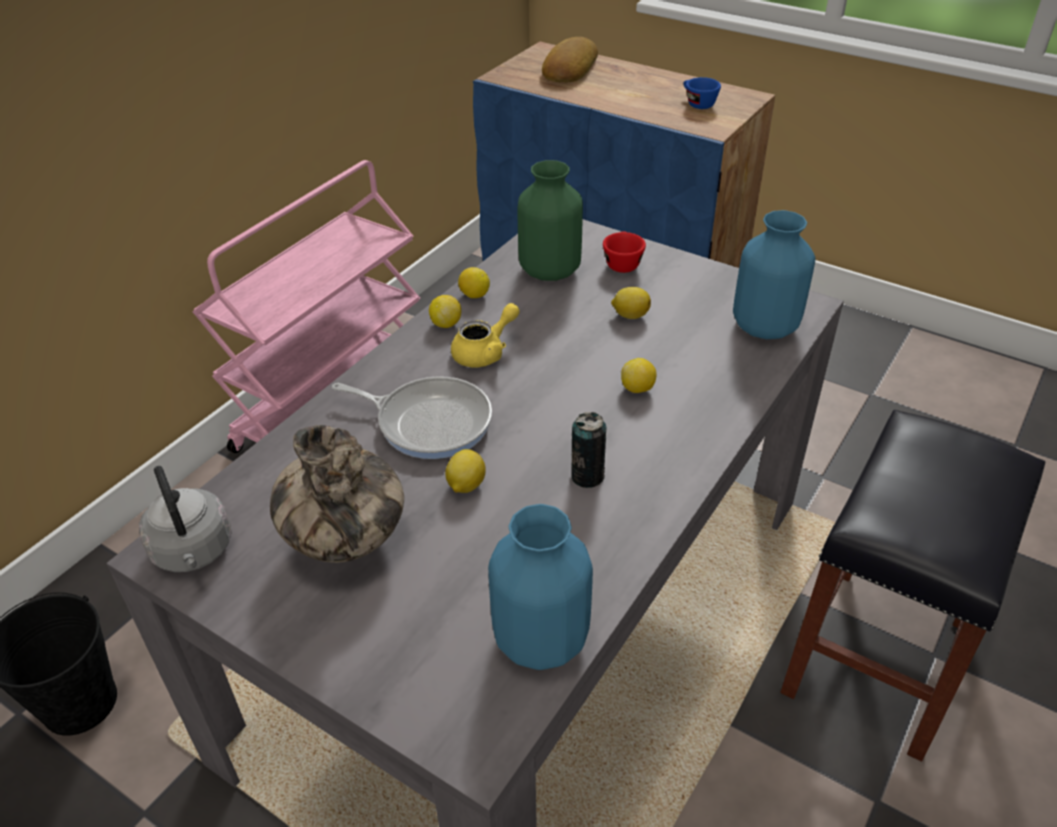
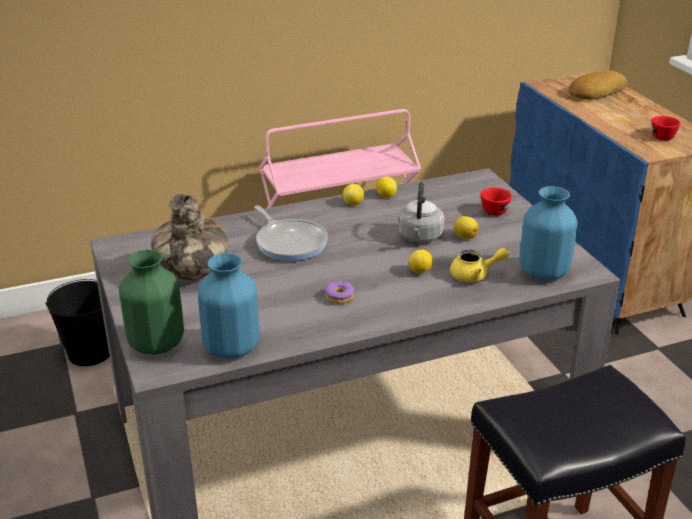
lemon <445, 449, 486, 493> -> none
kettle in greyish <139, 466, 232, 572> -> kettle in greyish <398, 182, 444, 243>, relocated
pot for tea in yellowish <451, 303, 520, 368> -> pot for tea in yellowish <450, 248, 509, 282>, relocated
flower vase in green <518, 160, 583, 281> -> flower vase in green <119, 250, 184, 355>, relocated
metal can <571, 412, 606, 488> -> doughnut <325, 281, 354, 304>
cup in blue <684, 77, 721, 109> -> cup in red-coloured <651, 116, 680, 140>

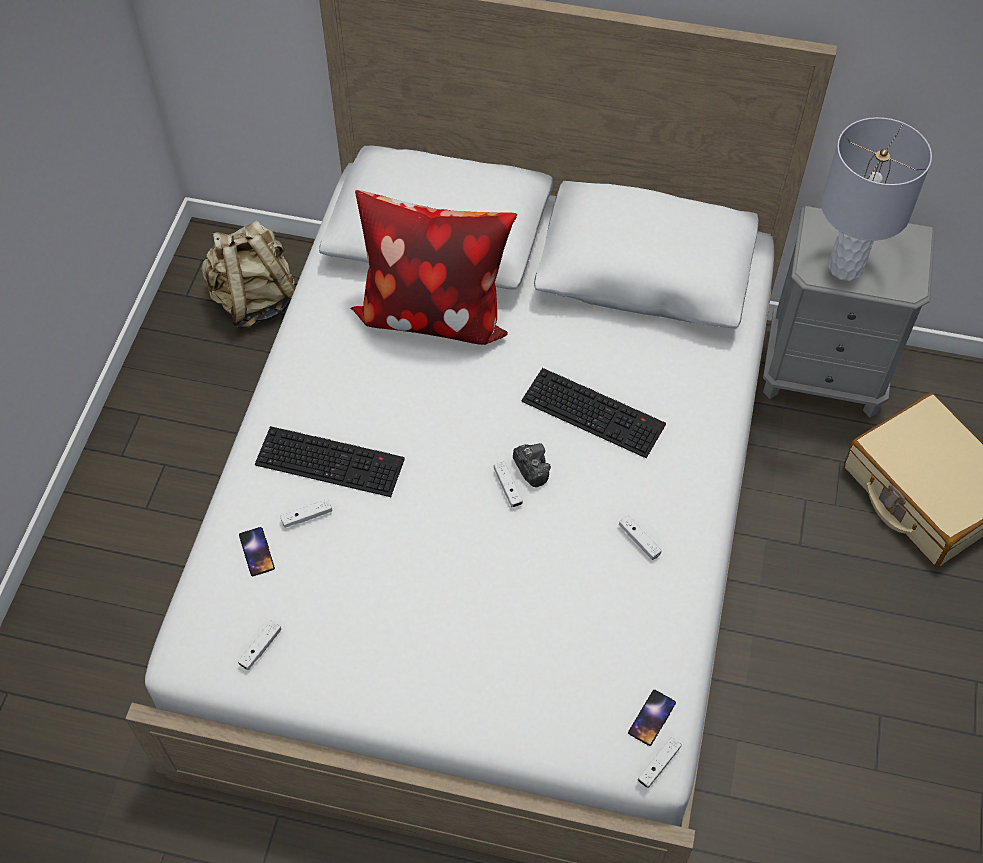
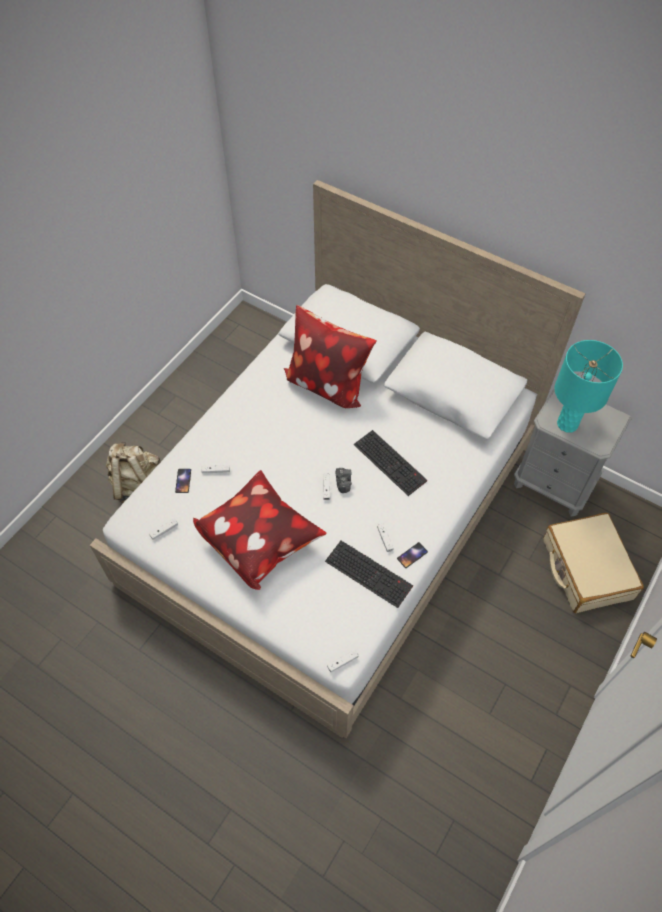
none -> throw pillow <193, 470, 327, 590>
knapsack in sand-coloured <201, 220, 297, 328> -> knapsack in sand-coloured <106, 442, 161, 503>, relocated
keyboard <255, 426, 405, 497> -> keyboard <325, 541, 413, 608>, relocated
telephone <628, 690, 676, 746> -> telephone <397, 542, 428, 568>, relocated
tabletop lamp in greyish <821, 117, 932, 281> -> tabletop lamp in blue-green <555, 340, 623, 432>

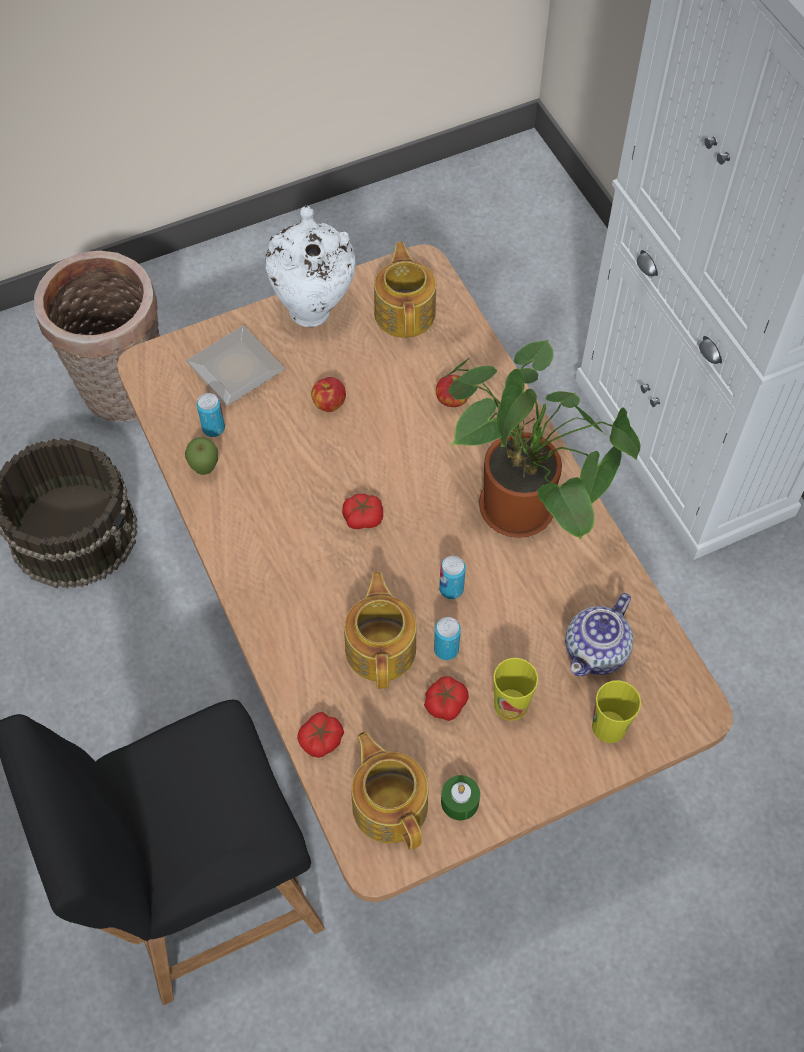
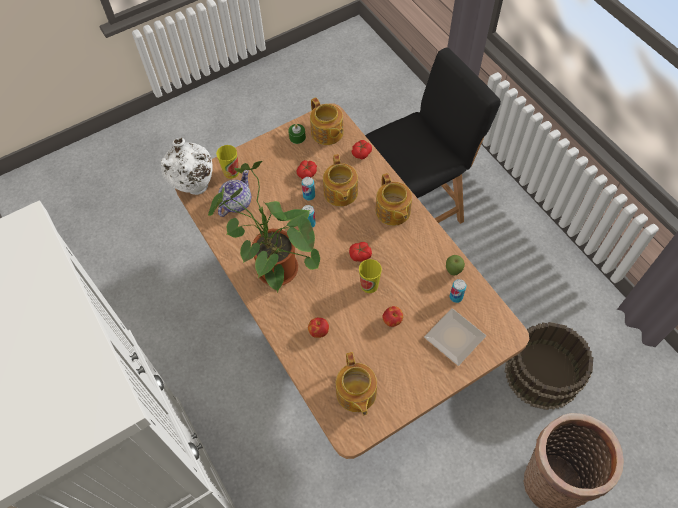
none -> pot for tea <376, 173, 412, 226>
flower vase in white-coloured <265, 205, 356, 327> -> flower vase in white-coloured <161, 138, 213, 195>, relocated
cup <494, 658, 538, 721> -> cup <359, 259, 382, 293>, relocated

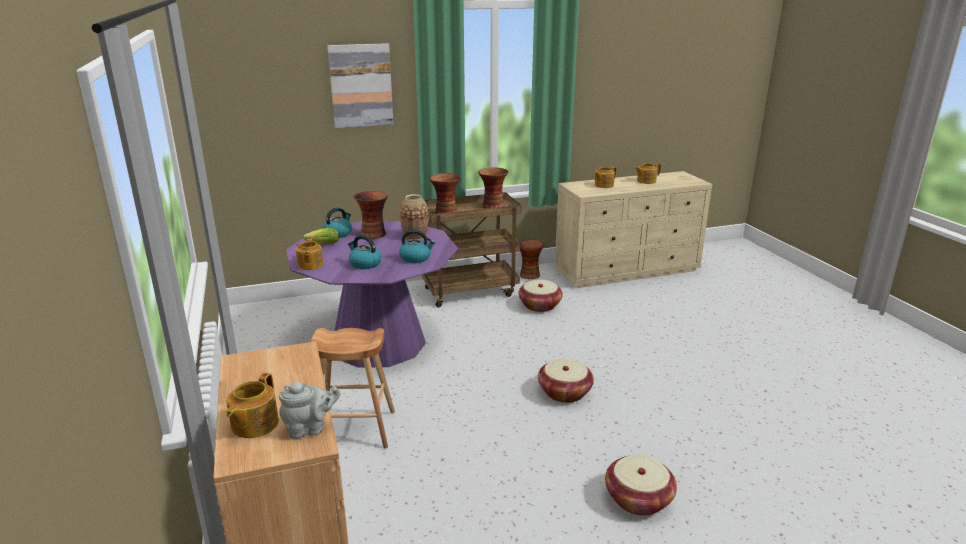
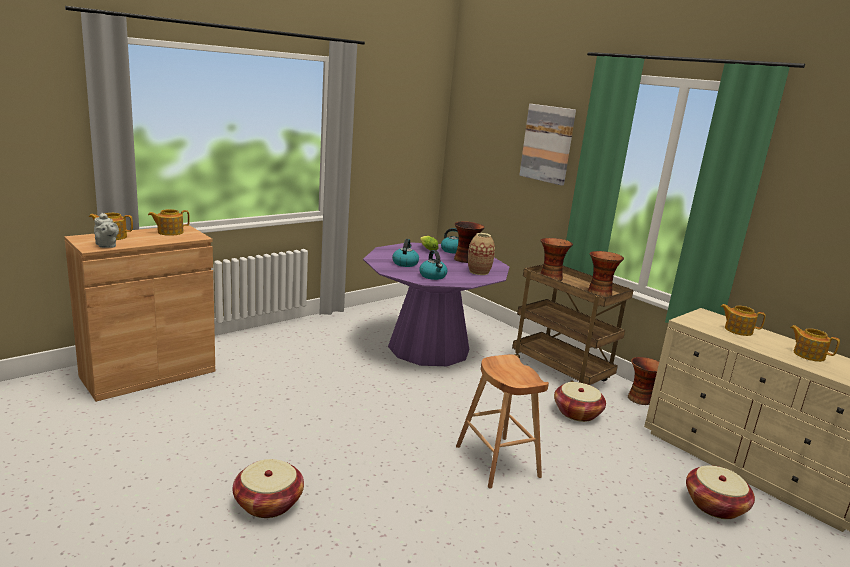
pot for tea <296, 238, 323, 270> -> pot for tea <148, 209, 190, 236>, relocated
stool seat in brown <310, 328, 395, 449> -> stool seat in brown <456, 354, 549, 488>, relocated
basket <538, 359, 594, 403> -> basket <686, 465, 755, 519>, relocated

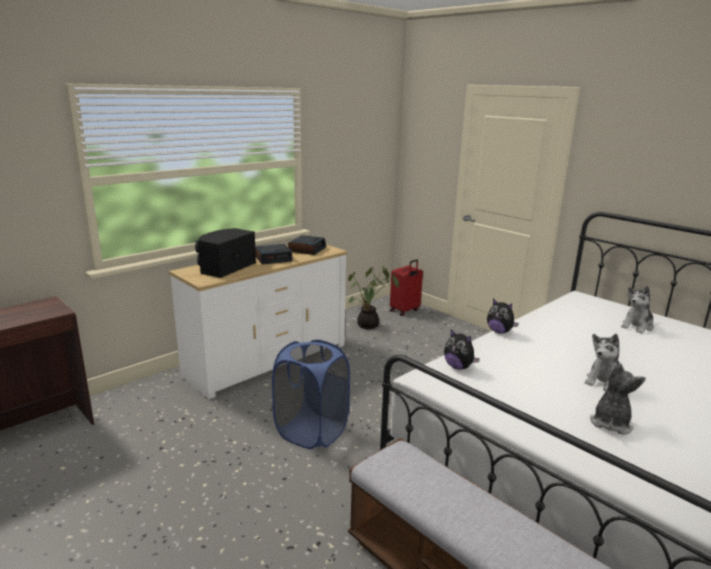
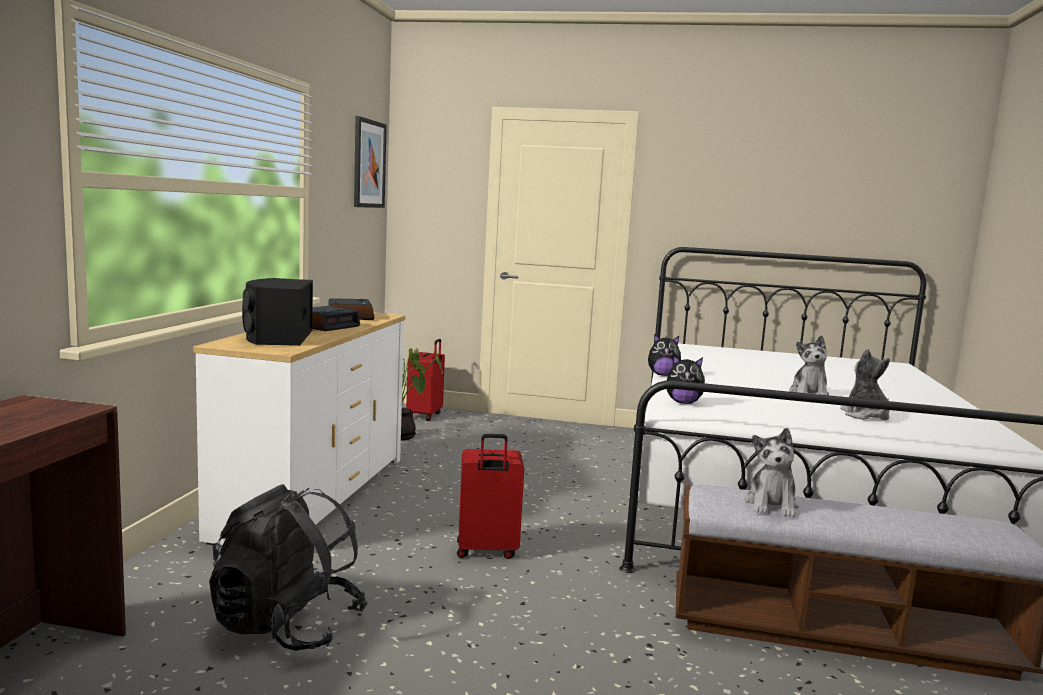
none -> knapsack in black-coloured <209, 484, 368, 651>
none -> wall picture <354, 116, 387, 208>
cuddly toy <621, 286, 654, 334> -> cuddly toy <745, 428, 799, 517>, relocated
laundry basket in blue <272, 340, 350, 449> -> travel case in red-coloured <457, 434, 524, 559>

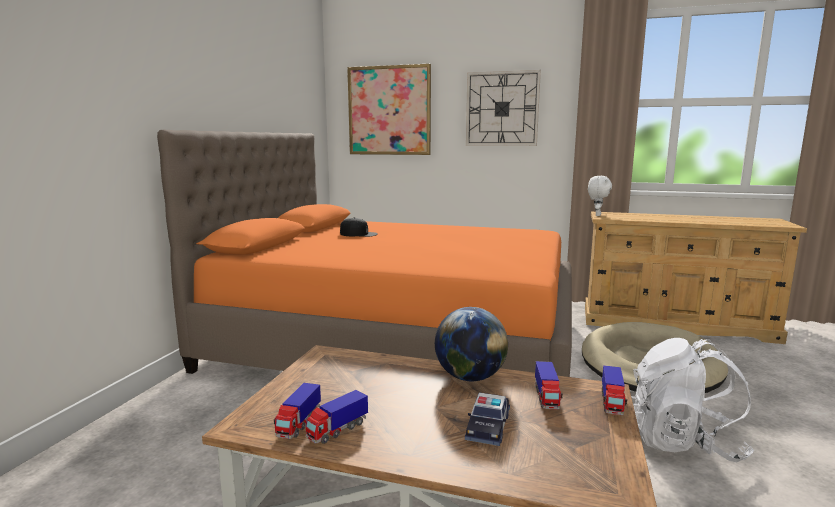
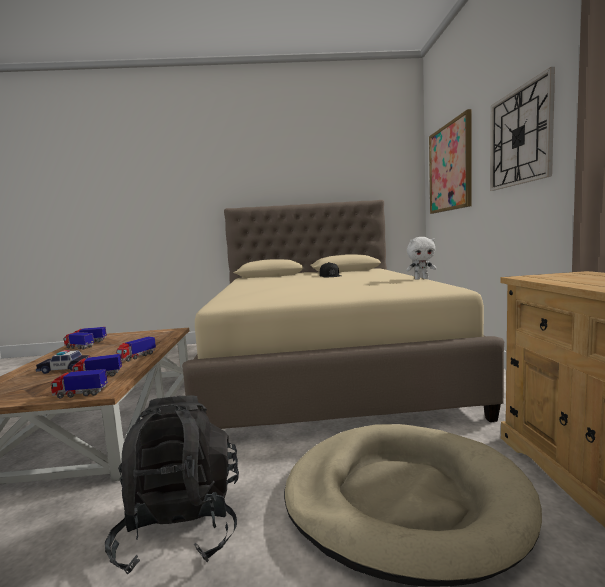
cuddly toy in white-coloured <588, 176, 612, 216> -> cuddly toy in white-coloured <406, 237, 437, 280>, relocated
globe <435, 307, 508, 381> -> model truck <116, 336, 156, 362>
bed in orangey <157, 130, 572, 377> -> bed in sand-coloured <182, 200, 504, 429>
knapsack in white-coloured <631, 338, 755, 462> -> knapsack in black-coloured <105, 395, 239, 575>

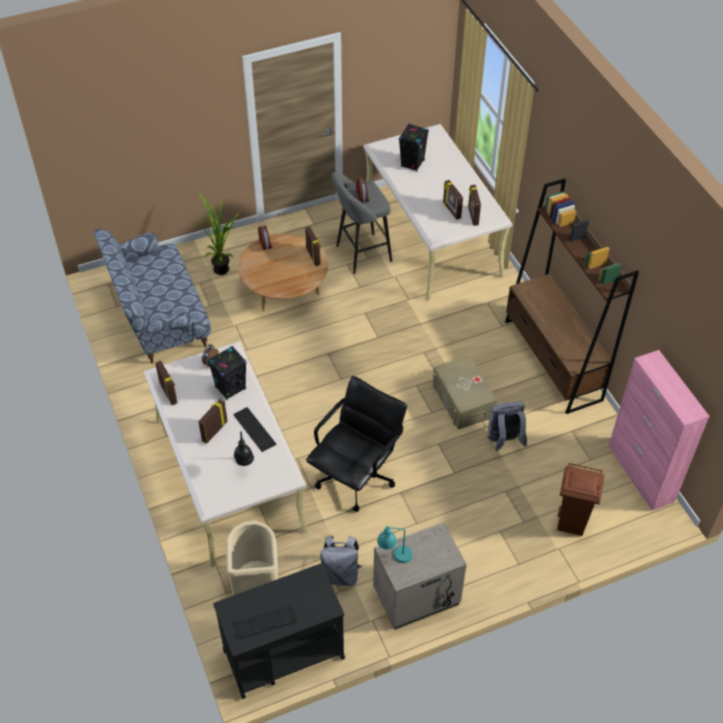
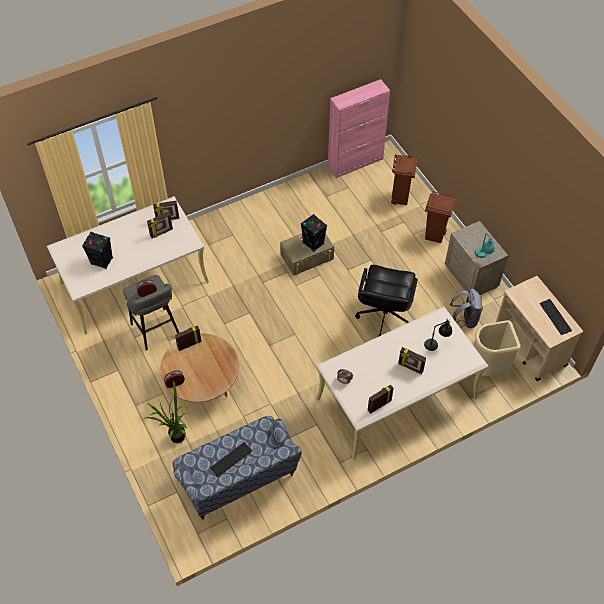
knapsack in greyish <488, 401, 527, 451> -> none
bookshelf in brown <505, 178, 639, 414> -> none
none -> trash can in brown <425, 191, 456, 243>
loudspeaker in black-coloured <208, 346, 247, 400> -> loudspeaker in black-coloured <301, 214, 327, 252>, relocated
keyboard <233, 407, 276, 452> -> keyboard <210, 442, 252, 477>, relocated
cart in black-coloured <213, 564, 345, 699> -> cart in sand-coloured <496, 276, 583, 381>
office chair in black-coloured <306, 376, 407, 512> -> office chair in black-coloured <355, 265, 418, 337>, 105 degrees counterclockwise

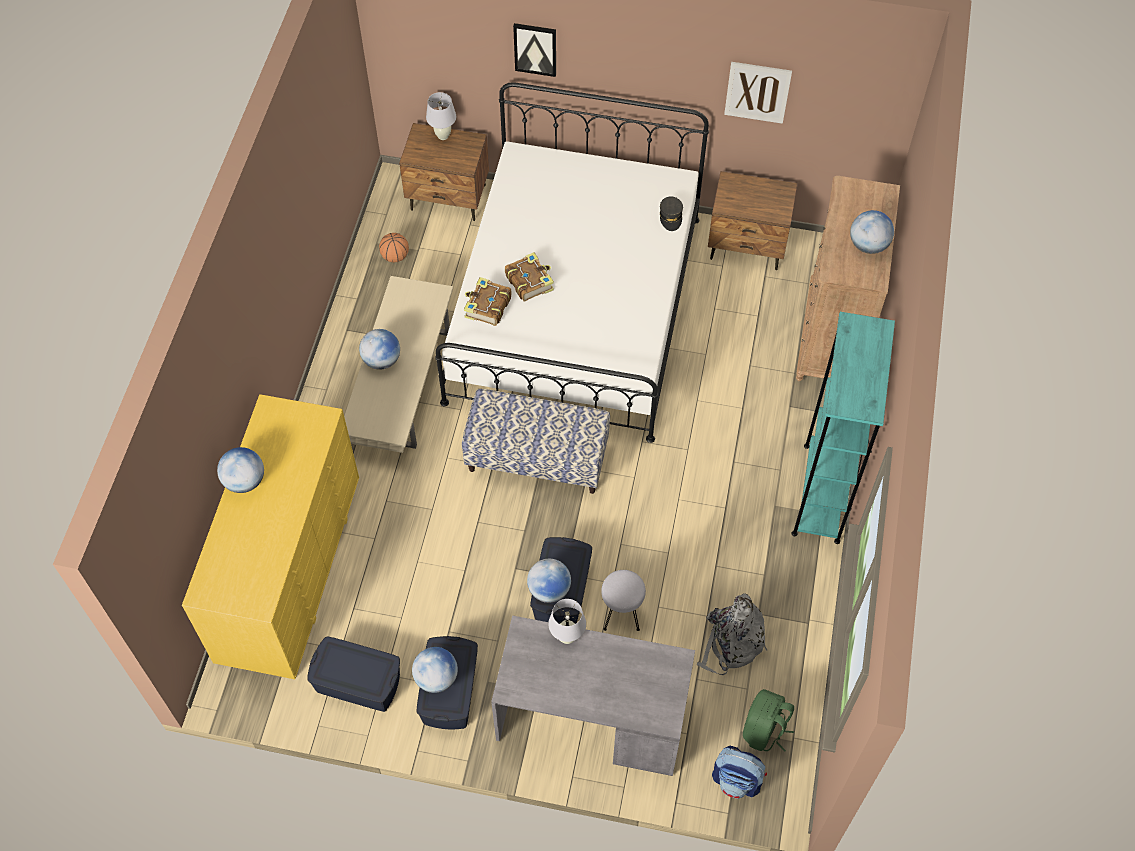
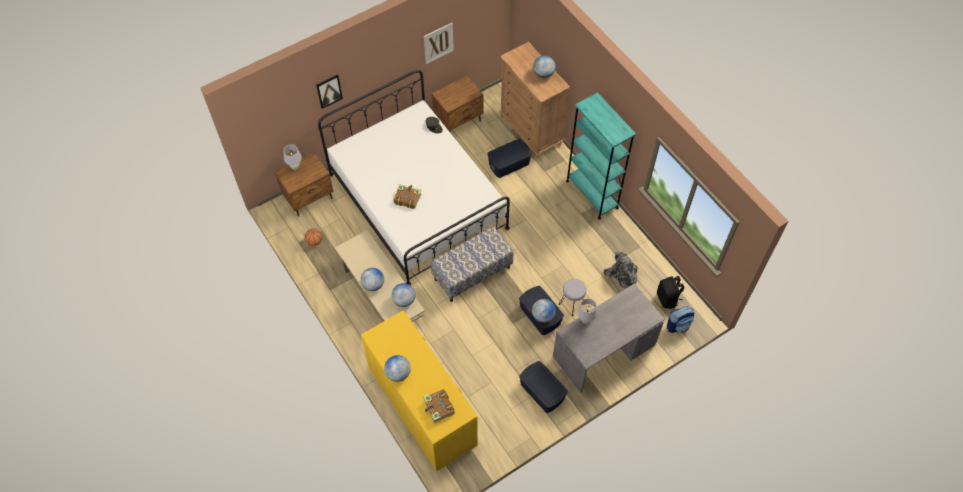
storage container in blue <307, 636, 400, 712> -> storage container in blue <487, 139, 532, 178>, relocated
globe <412, 647, 458, 693> -> globe <392, 283, 415, 307>, relocated
volume <464, 277, 512, 326> -> volume <423, 389, 455, 424>, relocated
knapsack in green <743, 689, 794, 752> -> knapsack in black-coloured <657, 276, 684, 309>

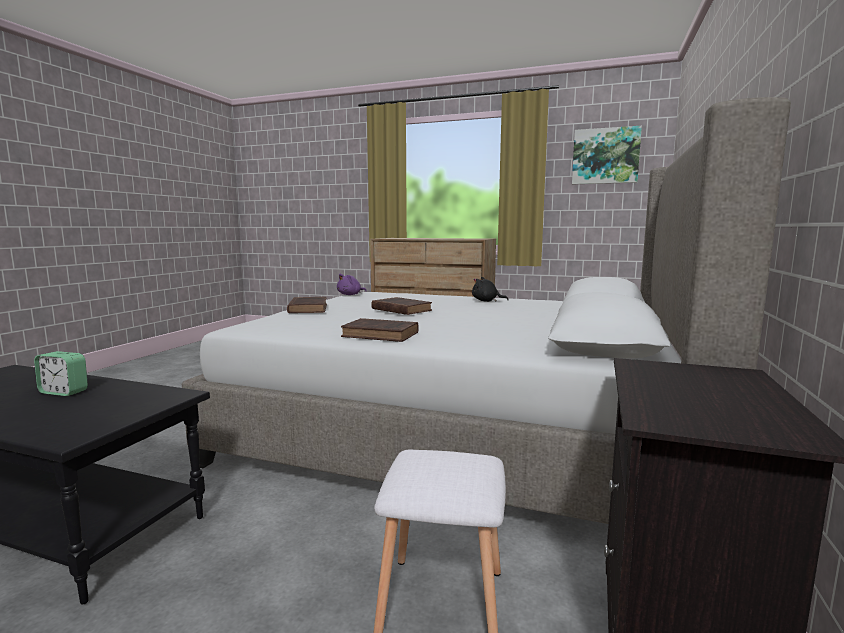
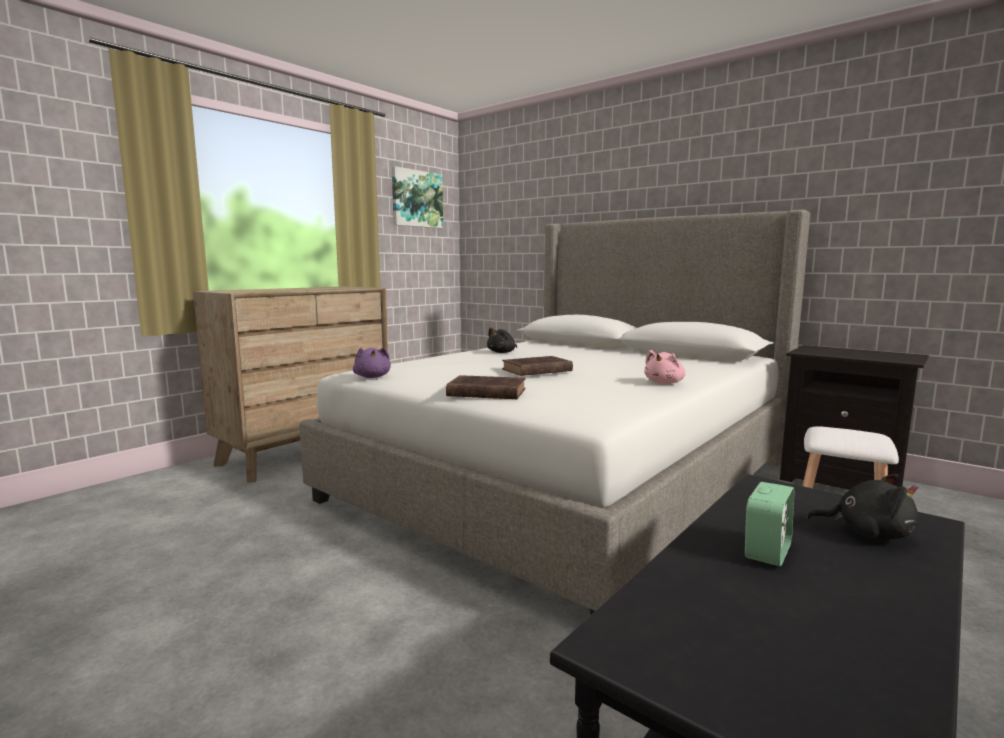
none -> cuddly toy in black-coloured <807, 474, 919, 539>
volume in brown <341, 318, 419, 342> -> cuddly toy in pink-coloured <644, 350, 686, 384>

